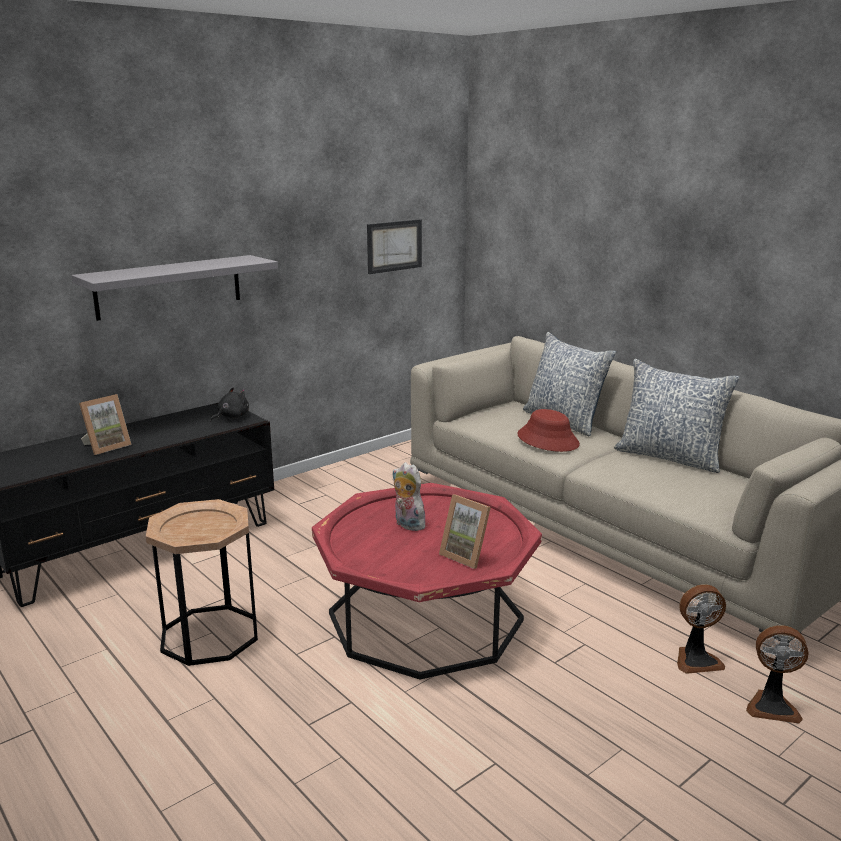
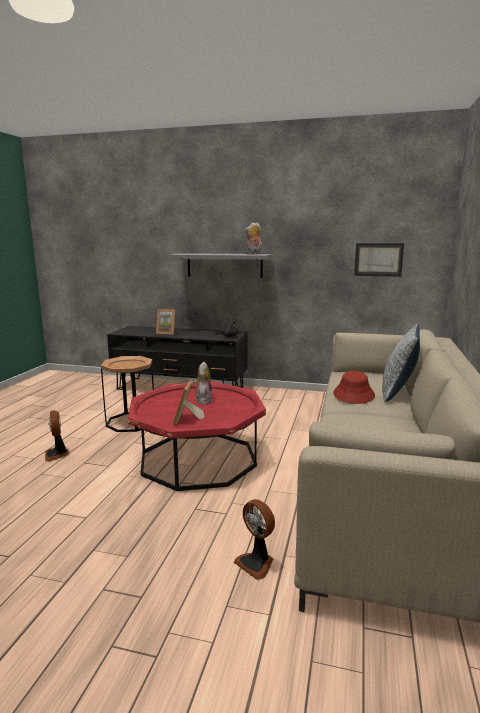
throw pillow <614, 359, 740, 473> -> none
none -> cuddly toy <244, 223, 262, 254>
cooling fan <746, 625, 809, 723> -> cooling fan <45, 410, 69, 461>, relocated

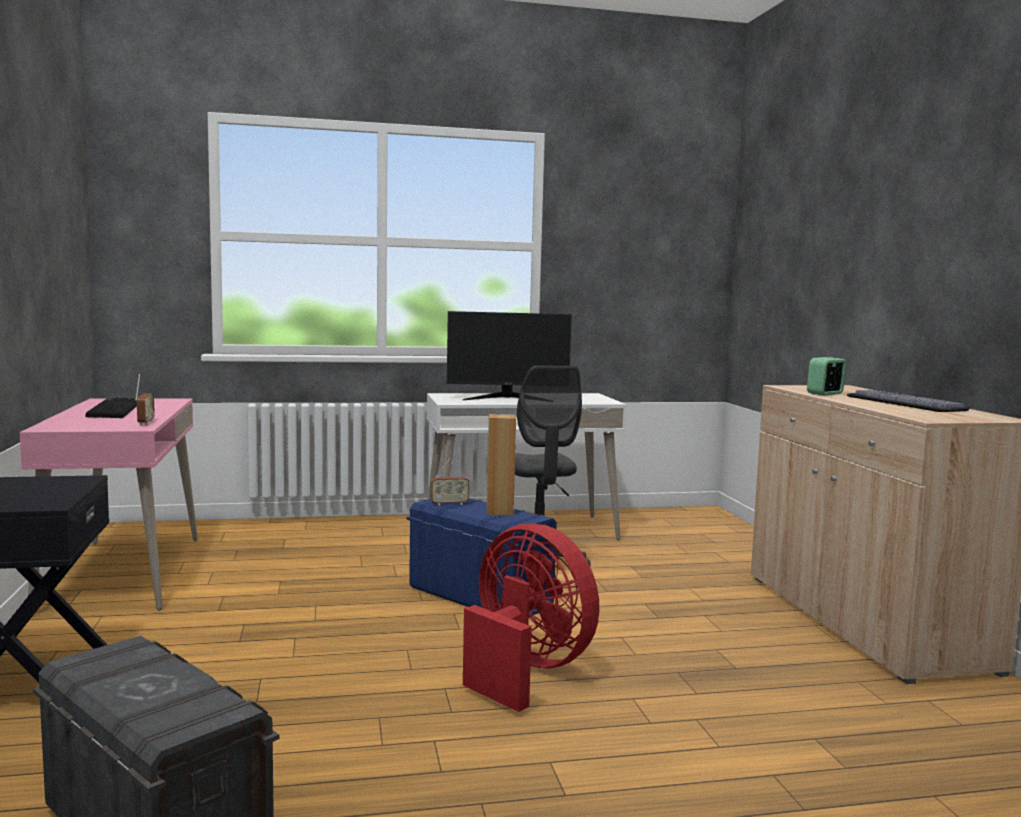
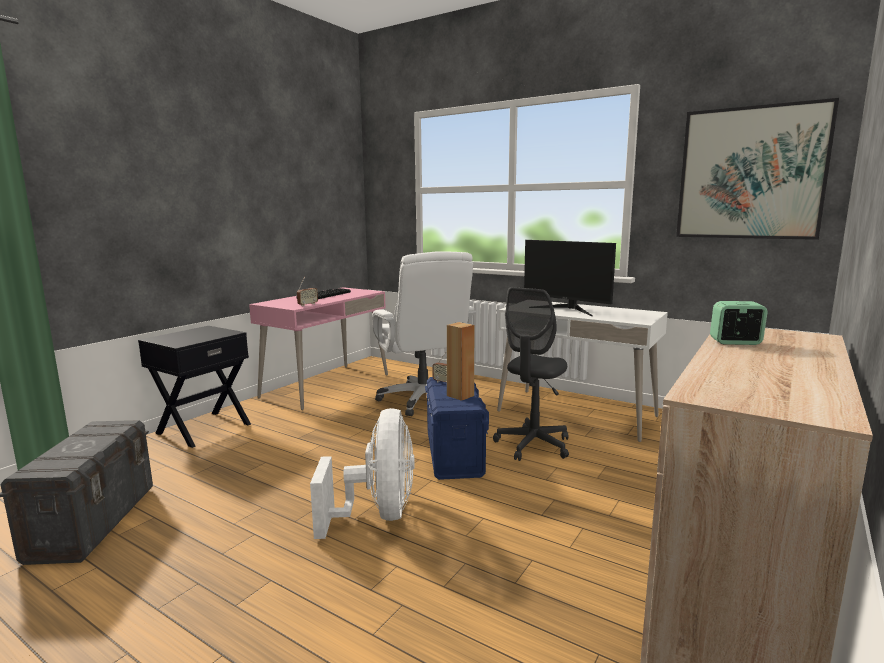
keyboard <847, 390, 970, 412> -> none
none -> office chair in white-coloured <372, 251, 476, 416>
none -> wall picture <676, 98, 839, 240>
cooling fan in red-coloured <463, 523, 599, 712> -> cooling fan in white-coloured <310, 408, 414, 539>

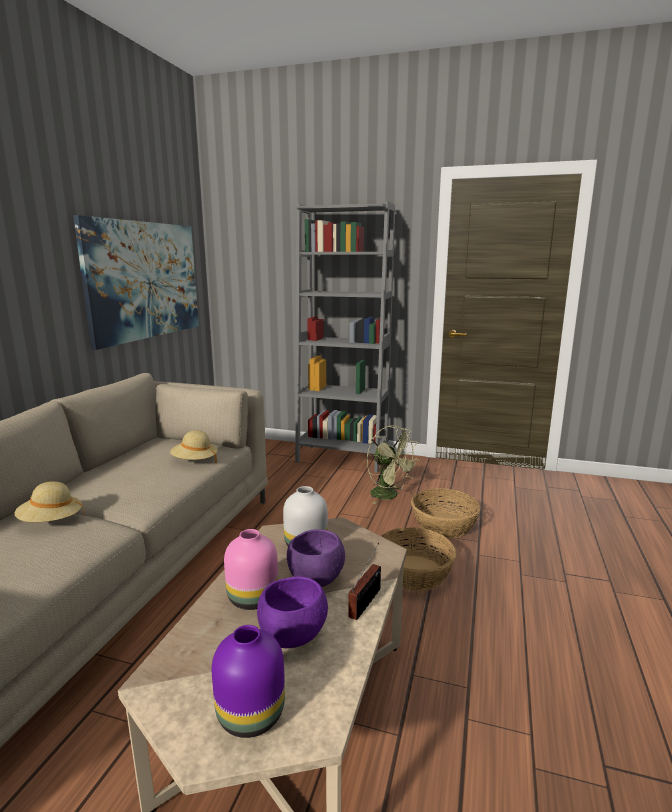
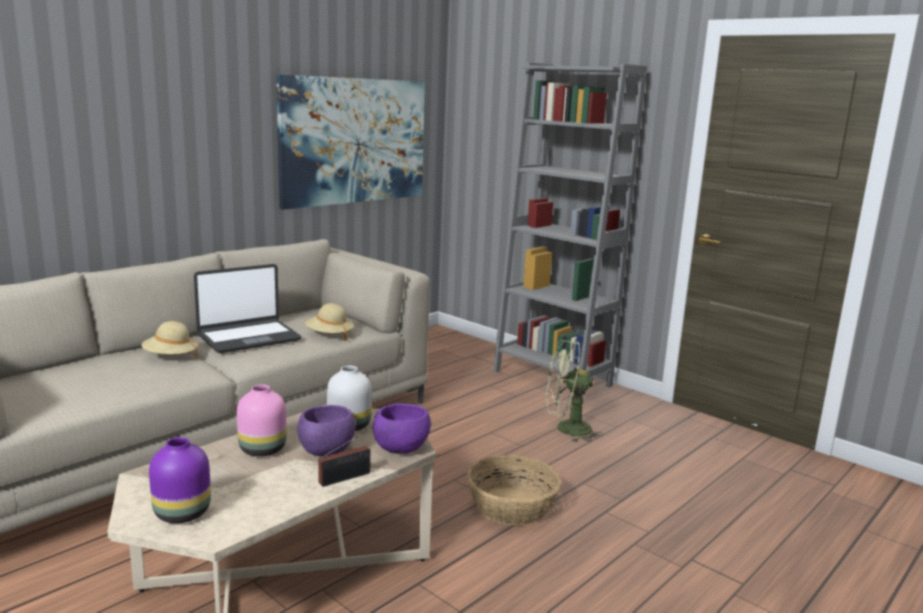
basket <411, 488, 481, 538> -> none
none -> portable computer <194, 264, 301, 353>
deep dish in purple <257, 576, 328, 648> -> deep dish in purple <373, 404, 431, 454>, relocated
cooling fan in green <367, 425, 420, 504> -> cooling fan in green <544, 340, 603, 442>, 105 degrees clockwise

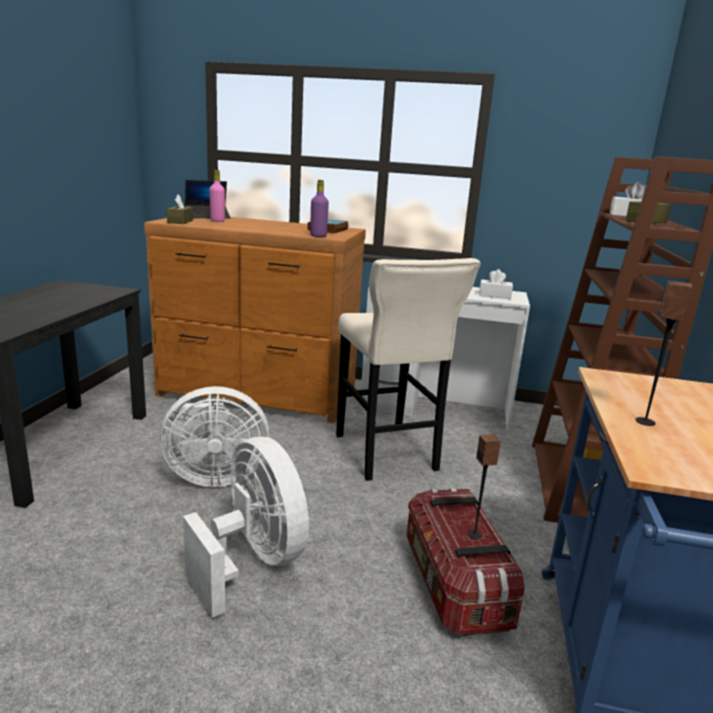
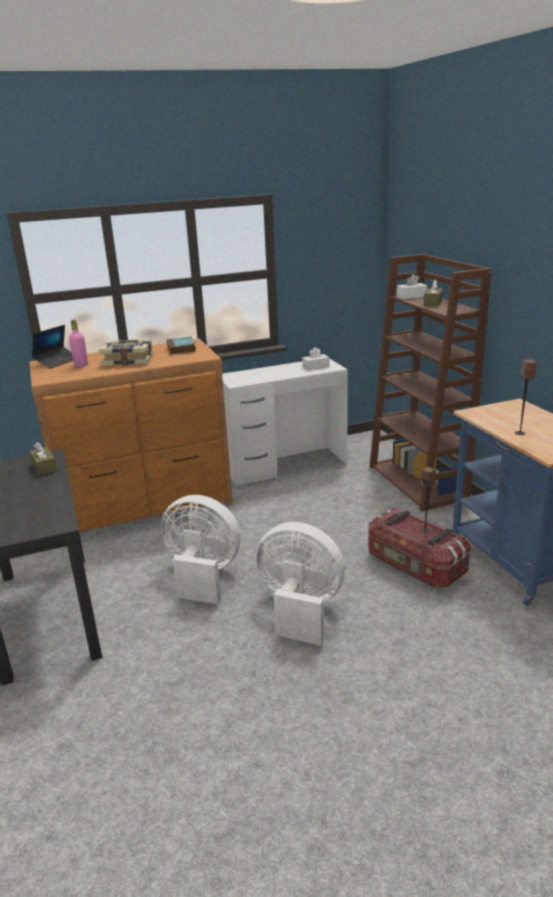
drink bottle in purple <310, 180, 329, 237> -> none
stool seat in sand-coloured <336, 258, 481, 481> -> none
none -> volume <99, 339, 153, 366>
tissue holder in brown <167, 194, 193, 224> -> tissue holder in brown <30, 442, 57, 476>, relocated
cooling fan in white-coloured <160, 386, 270, 487> -> cooling fan in white-coloured <161, 495, 241, 604>, 120 degrees counterclockwise

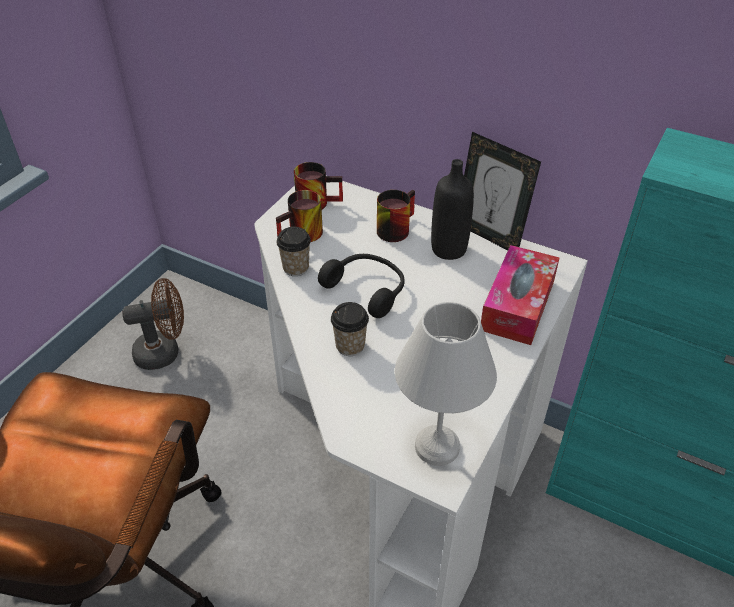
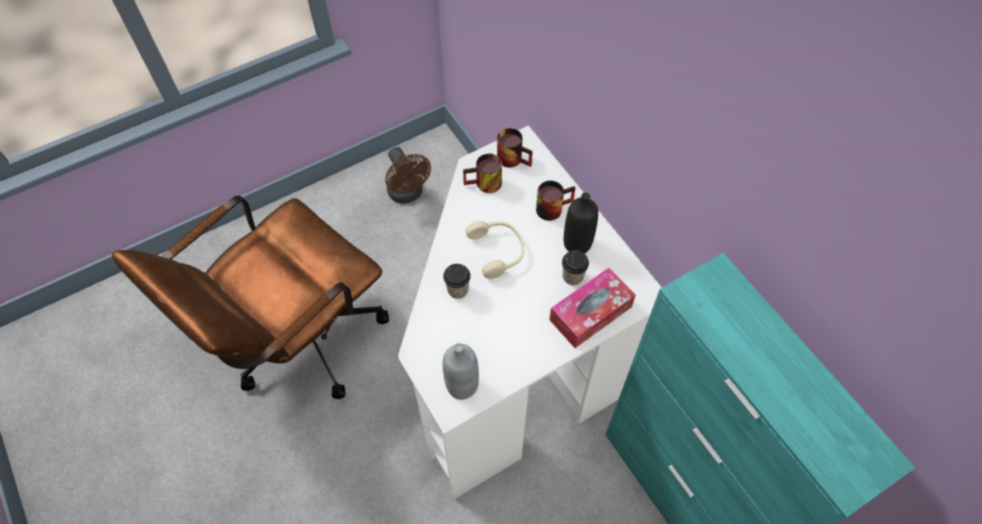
standing frame <464, 132, 541, 250> -> none
cup <277, 227, 311, 276> -> cup <562, 250, 589, 285>, relocated
tabletop lamp in white-coloured <395, 302, 497, 466> -> drink bottle in greyish <443, 343, 479, 400>
headphones in black-coloured <318, 254, 405, 318> -> headphones in sand-coloured <466, 221, 524, 279>
cooling fan in brown <122, 278, 184, 370> -> cooling fan in brown <385, 147, 431, 204>, 45 degrees clockwise

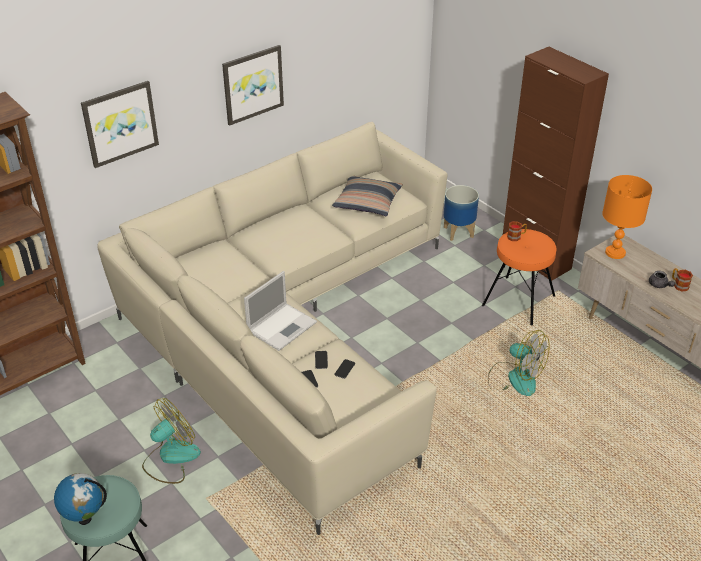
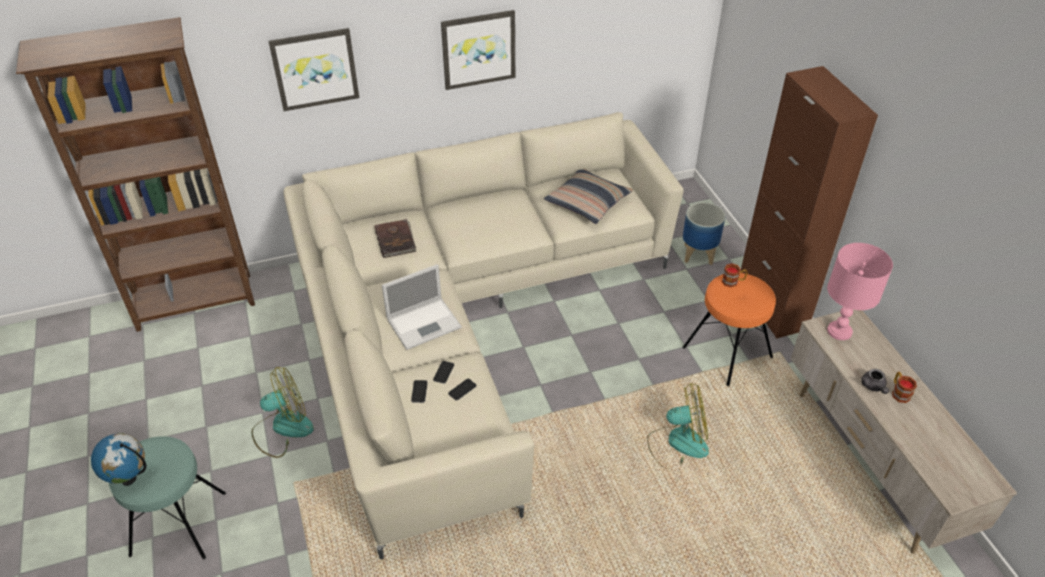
none -> volume in brown <375, 219, 416, 258>
tabletop lamp in orangey <602, 175, 652, 259> -> tabletop lamp in pink-coloured <827, 243, 893, 340>
cooling fan <488, 330, 550, 396> -> cooling fan <647, 383, 709, 471>, 60 degrees counterclockwise

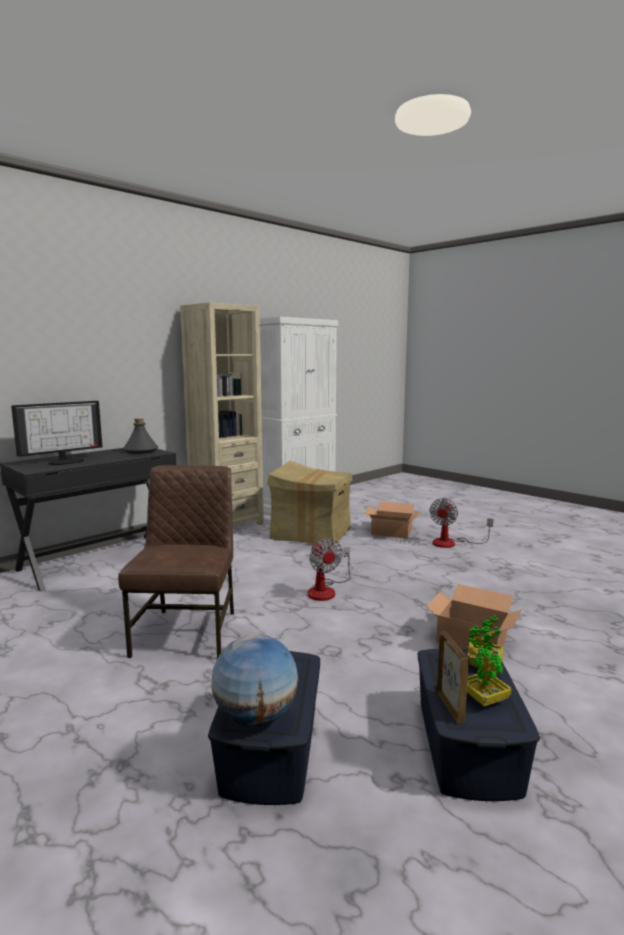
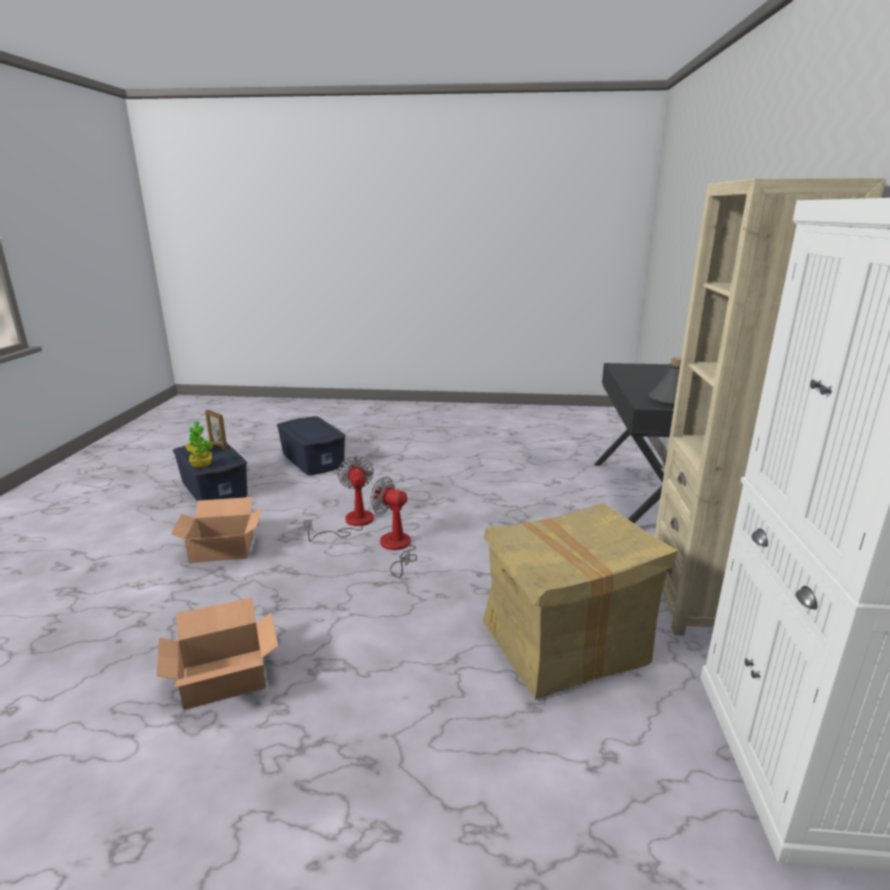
monitor <11, 401, 102, 465> -> none
upright chair in brown <118, 465, 234, 658> -> none
globe <211, 634, 298, 727> -> none
packing box <364, 501, 420, 539> -> packing box <156, 597, 278, 710>, relocated
cooling fan <429, 498, 493, 548> -> cooling fan <303, 456, 374, 542>, relocated

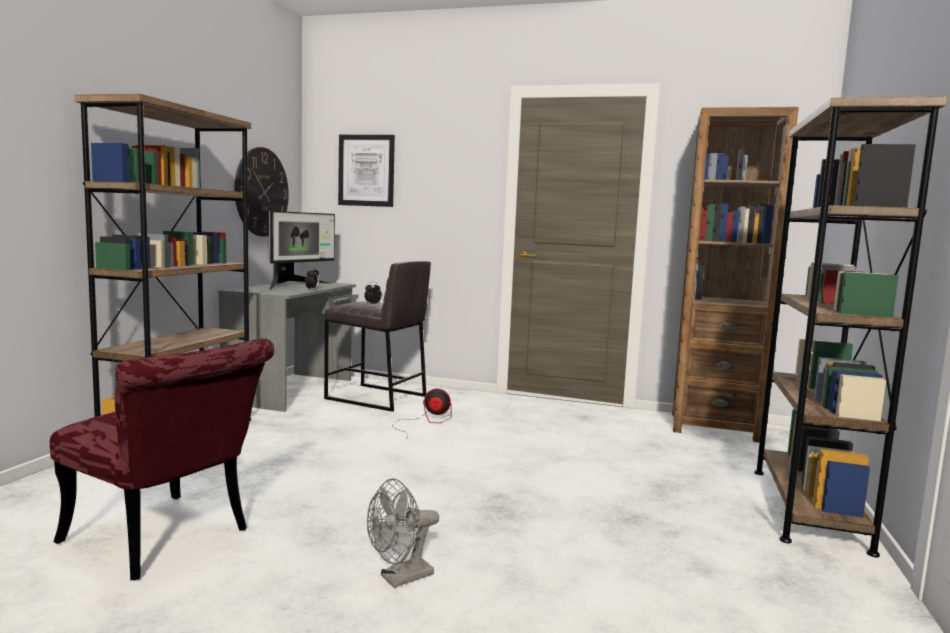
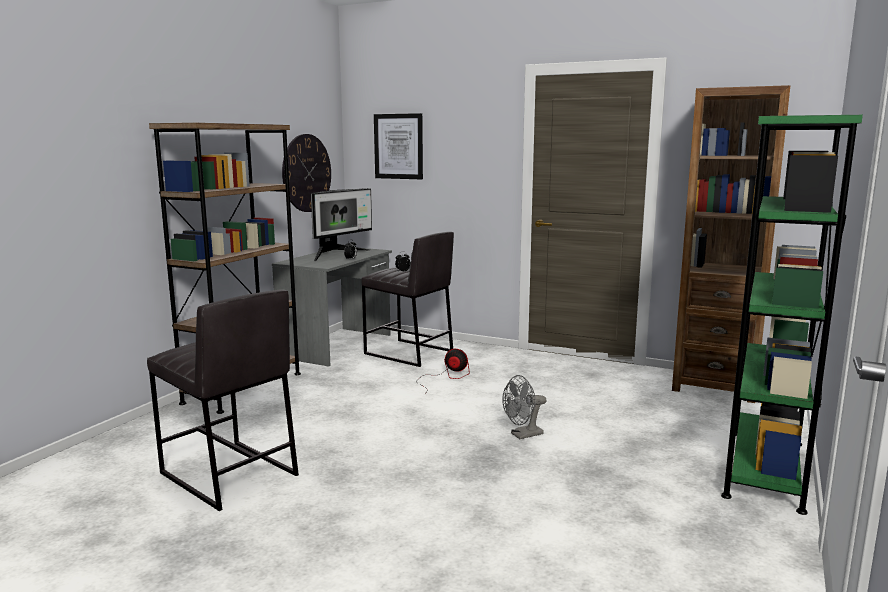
cooling fan in greyish <367, 478, 439, 588> -> cooling fan in greyish <502, 375, 547, 439>, relocated
upright chair in red-coloured <50, 338, 274, 580> -> stool seat in greyish <147, 289, 299, 511>
bookshelf in brown <754, 96, 947, 557> -> bookshelf in green <721, 115, 863, 515>

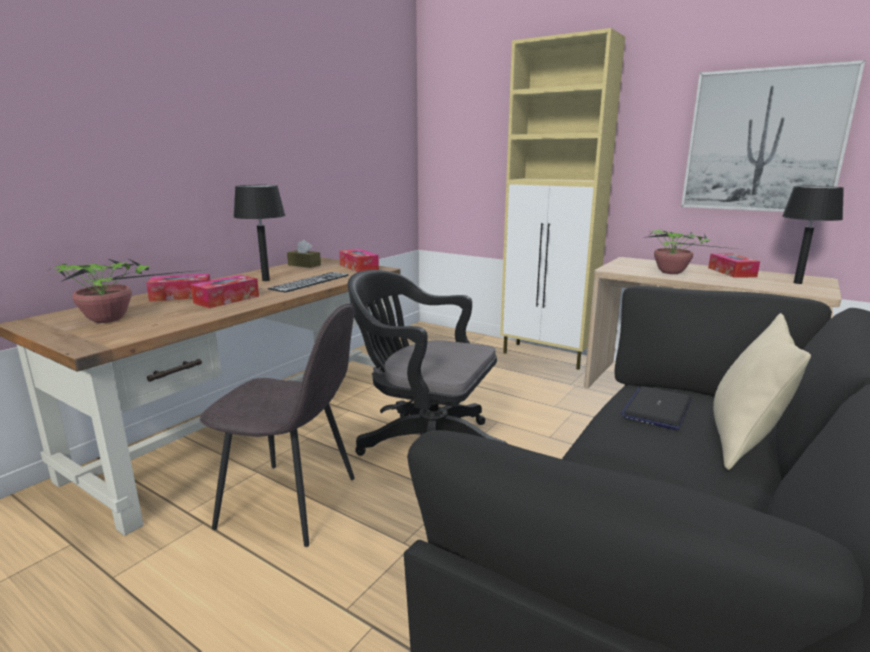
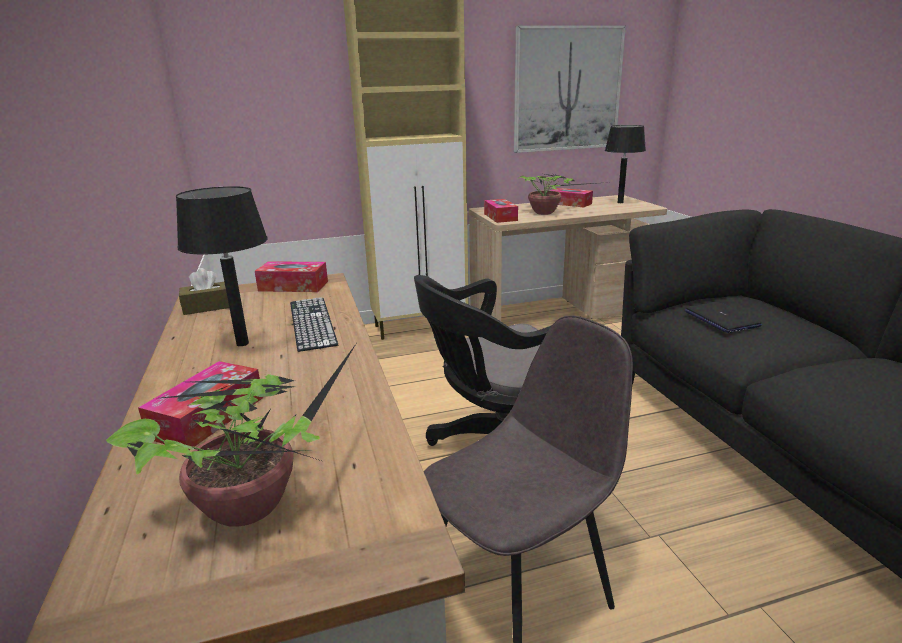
throw pillow in sand-coloured <713, 313, 811, 470> -> none
tissue holder <191, 275, 259, 308> -> tissue holder <484, 199, 518, 223>, relocated

